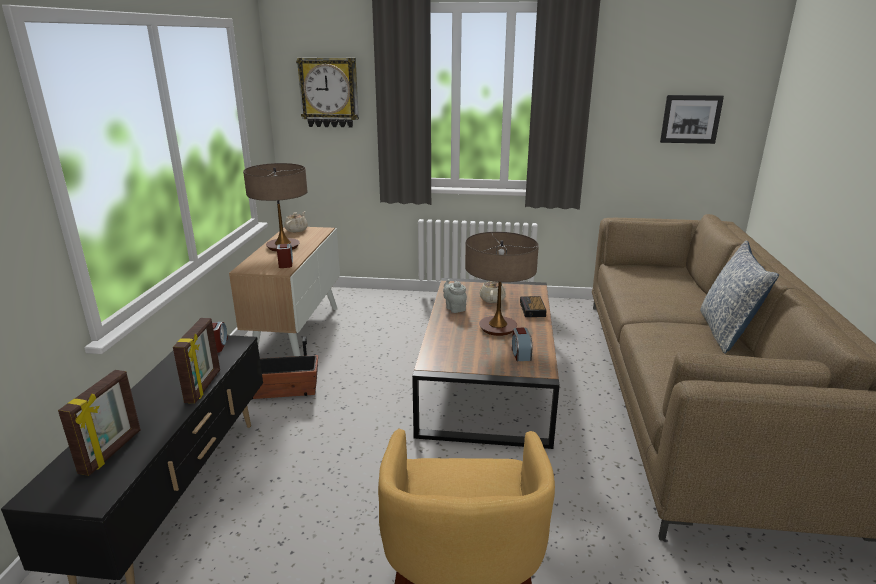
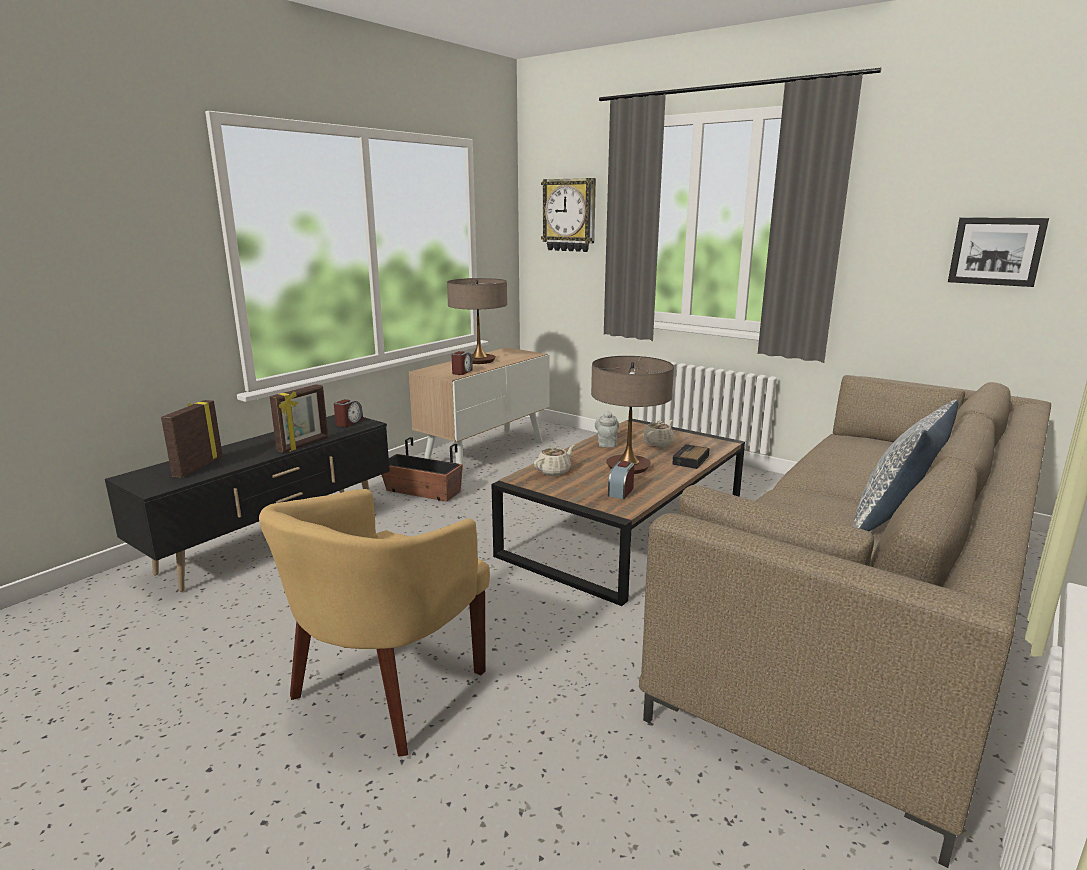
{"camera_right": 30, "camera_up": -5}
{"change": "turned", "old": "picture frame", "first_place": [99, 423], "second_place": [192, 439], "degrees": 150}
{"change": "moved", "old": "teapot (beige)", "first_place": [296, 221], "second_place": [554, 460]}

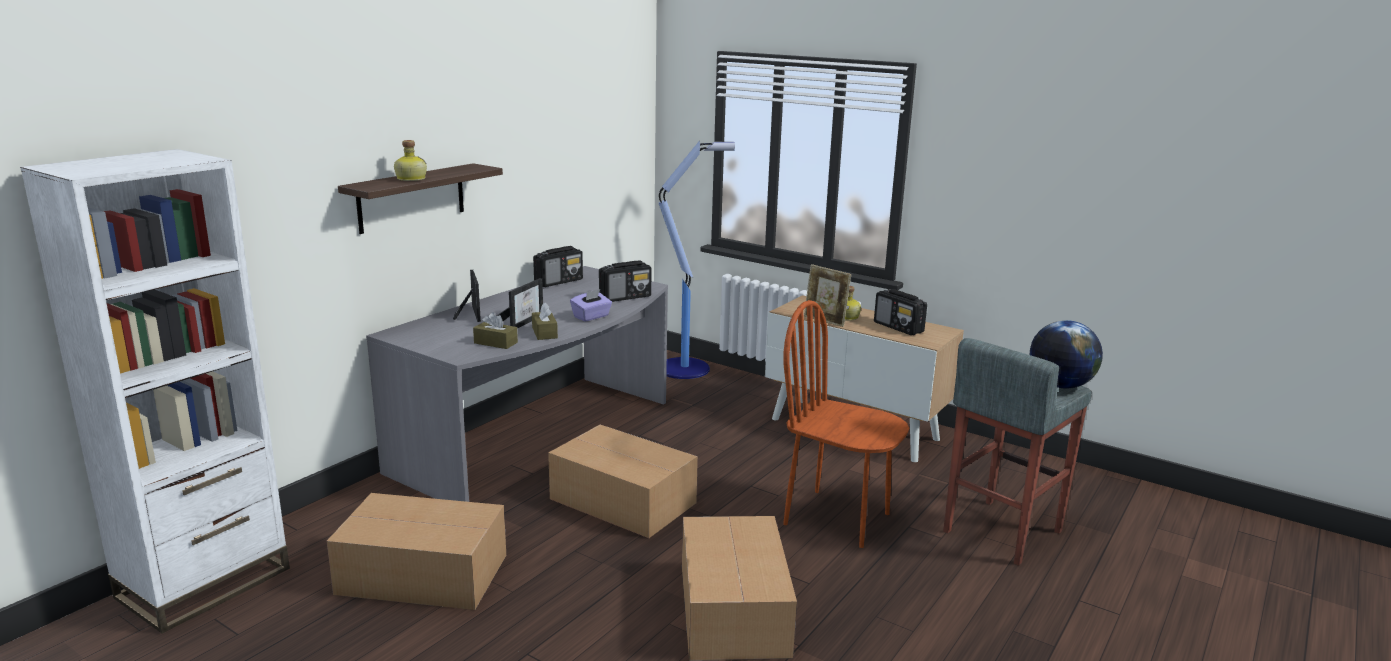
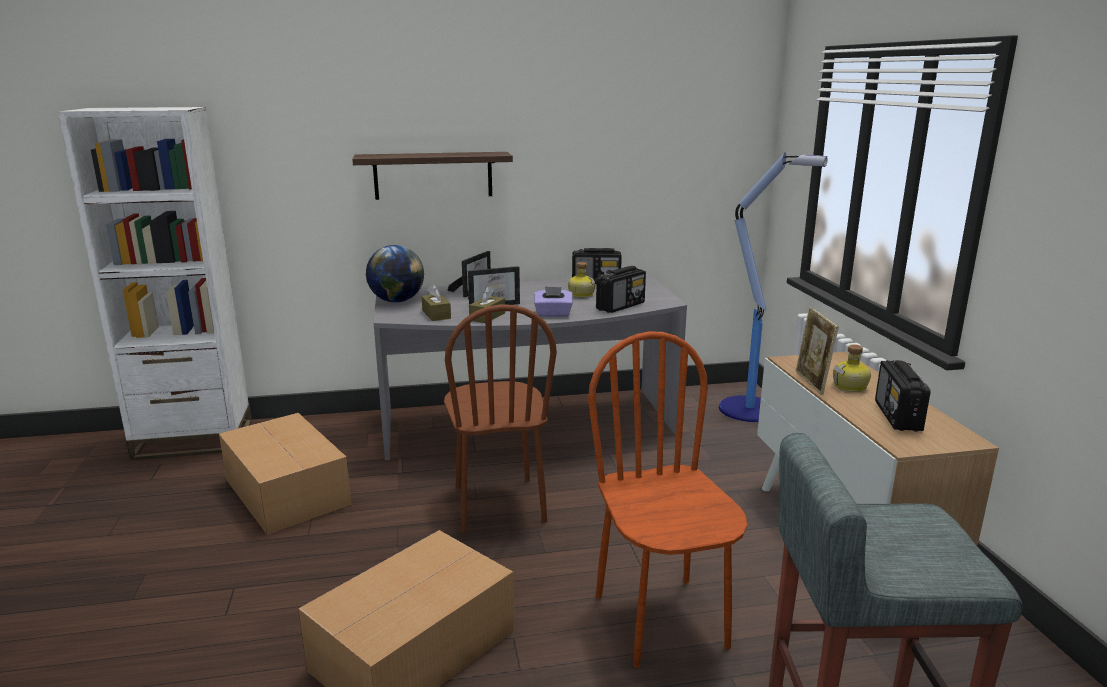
{"camera_right": 45, "camera_up": 0}
{"change": "moved", "old": "bottle", "first_place": [410, 160], "second_place": [581, 280]}
{"change": "replaced", "old": "cardboard box", "new": "chair (brown)", "first_place": [623, 481], "second_place": [500, 418]}
{"change": "turned", "old": "radio", "first_place": [625, 281], "second_place": [621, 289], "degrees": -60}
{"change": "moved", "old": "globe", "first_place": [1066, 354], "second_place": [395, 273]}

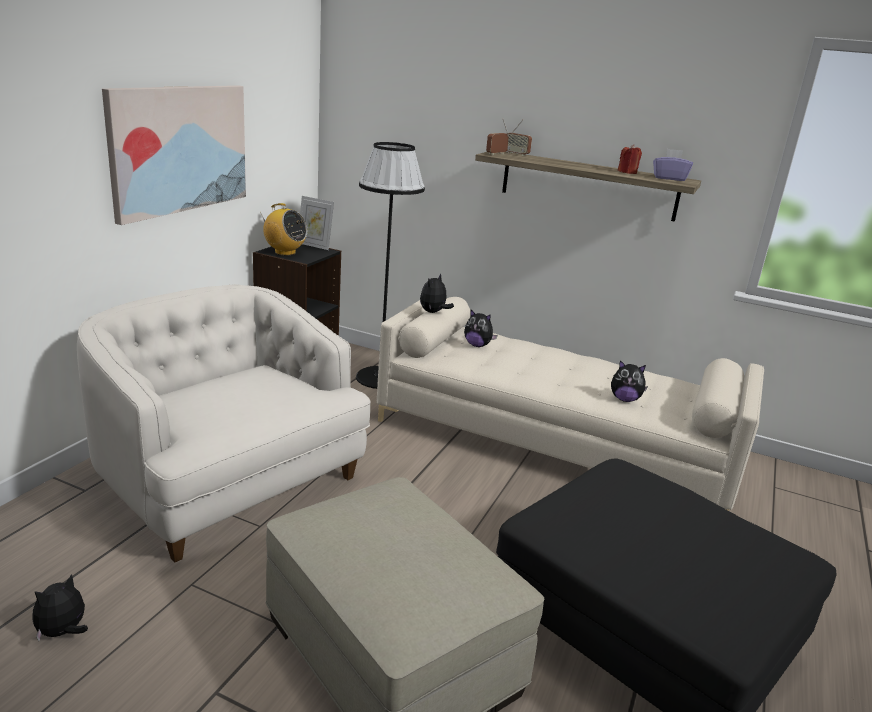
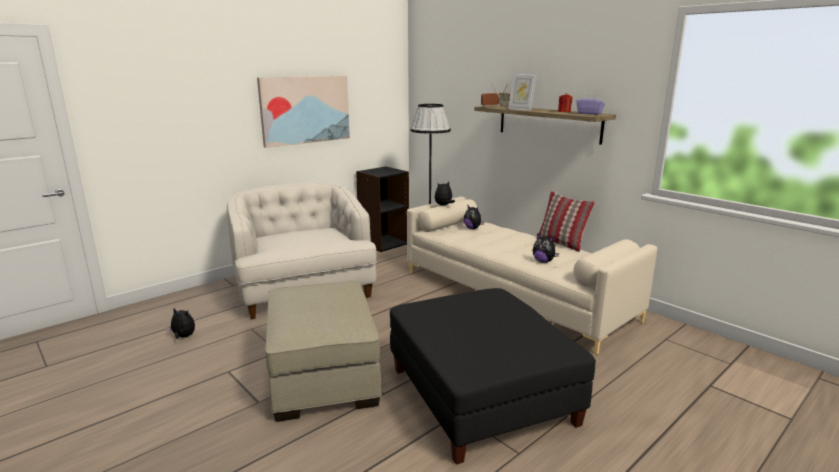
{"camera_right": 25, "camera_up": -5}
{"change": "turned", "old": "plush toy", "first_place": [60, 607], "second_place": [181, 323], "degrees": 45}
{"change": "removed", "old": "radio", "first_place": [283, 229]}
{"change": "moved", "old": "picture frame", "first_place": [317, 223], "second_place": [522, 91]}
{"change": "added", "new": "pillow", "second_place": [566, 221]}

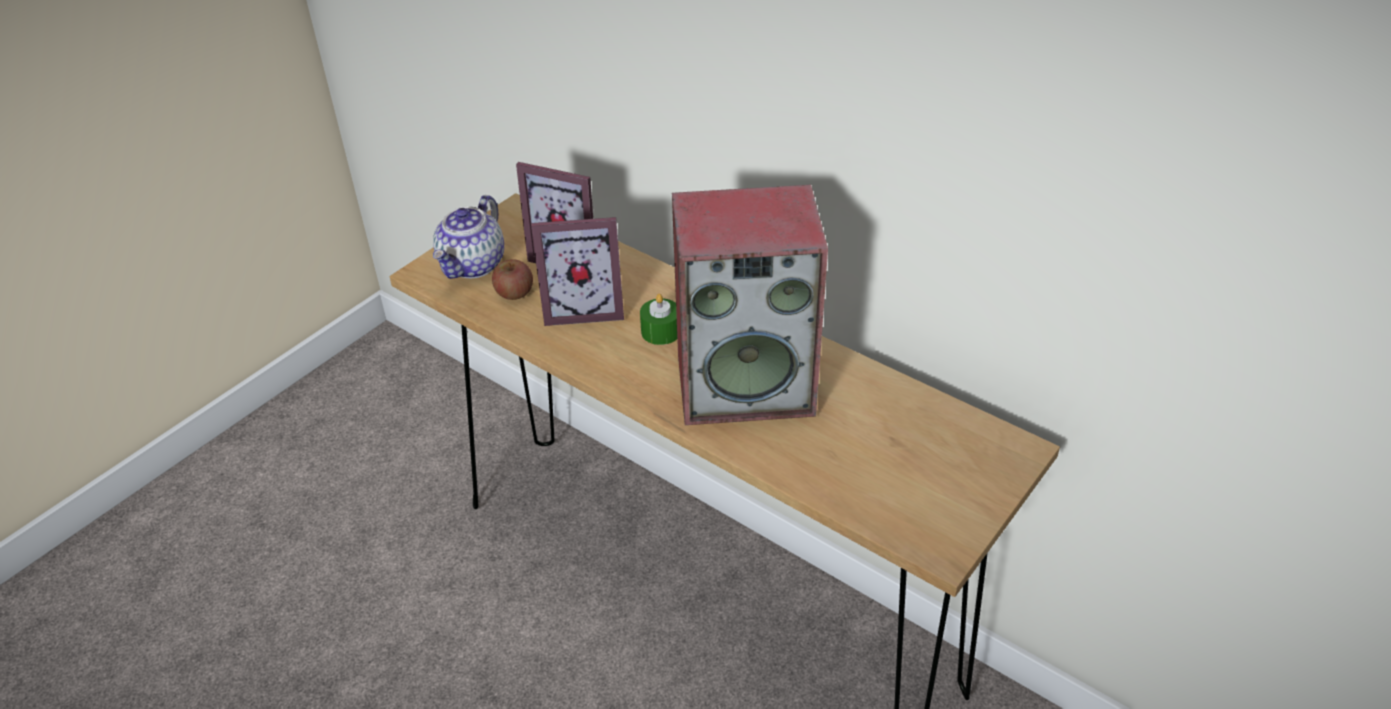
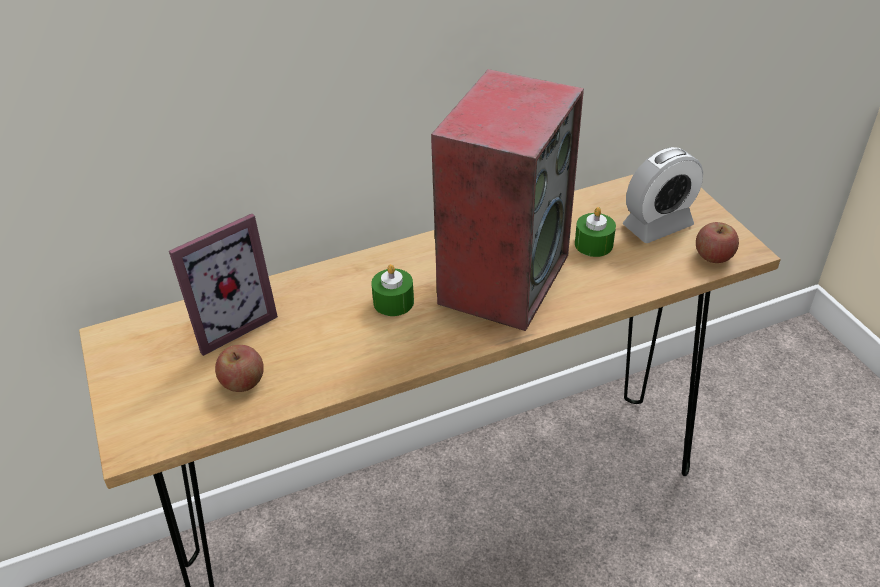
{"camera_right": -60, "camera_up": 0}
{"change": "removed", "old": "teapot", "first_place": [468, 237]}
{"change": "removed", "old": "picture frame", "first_place": [577, 271]}
{"change": "added", "new": "candle (green)", "second_place": [595, 232]}
{"change": "added", "new": "alarm clock", "second_place": [663, 195]}
{"change": "added", "new": "apple", "second_place": [717, 242]}

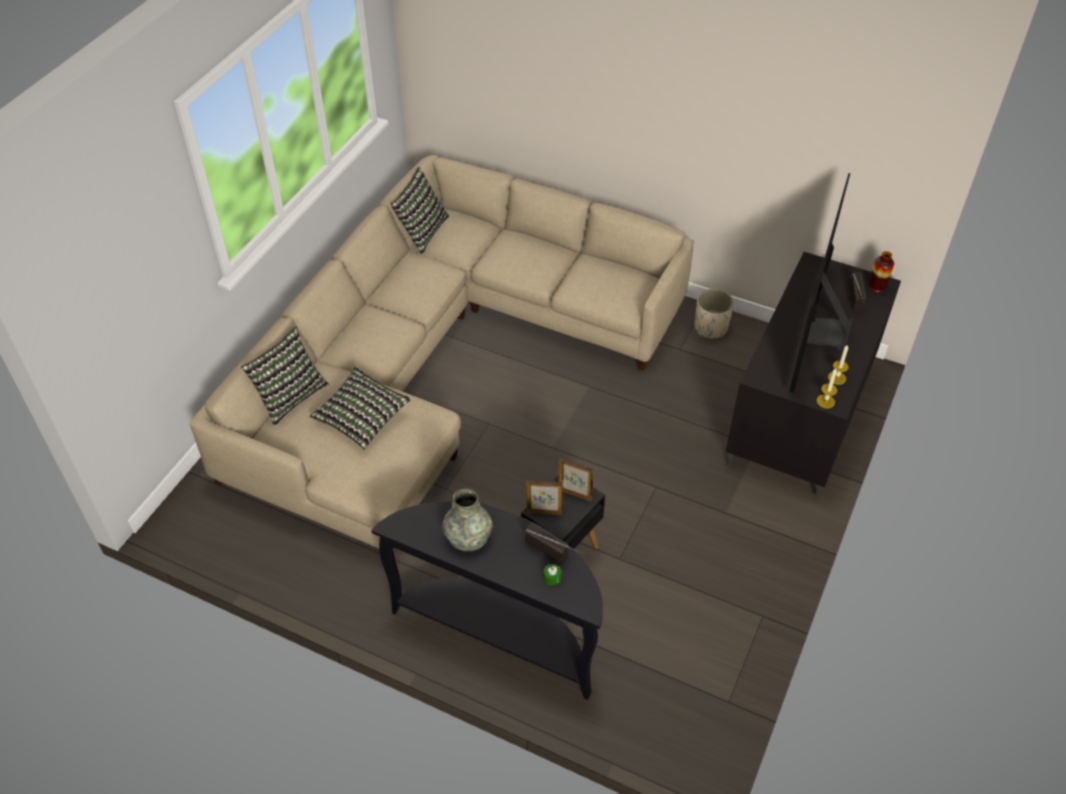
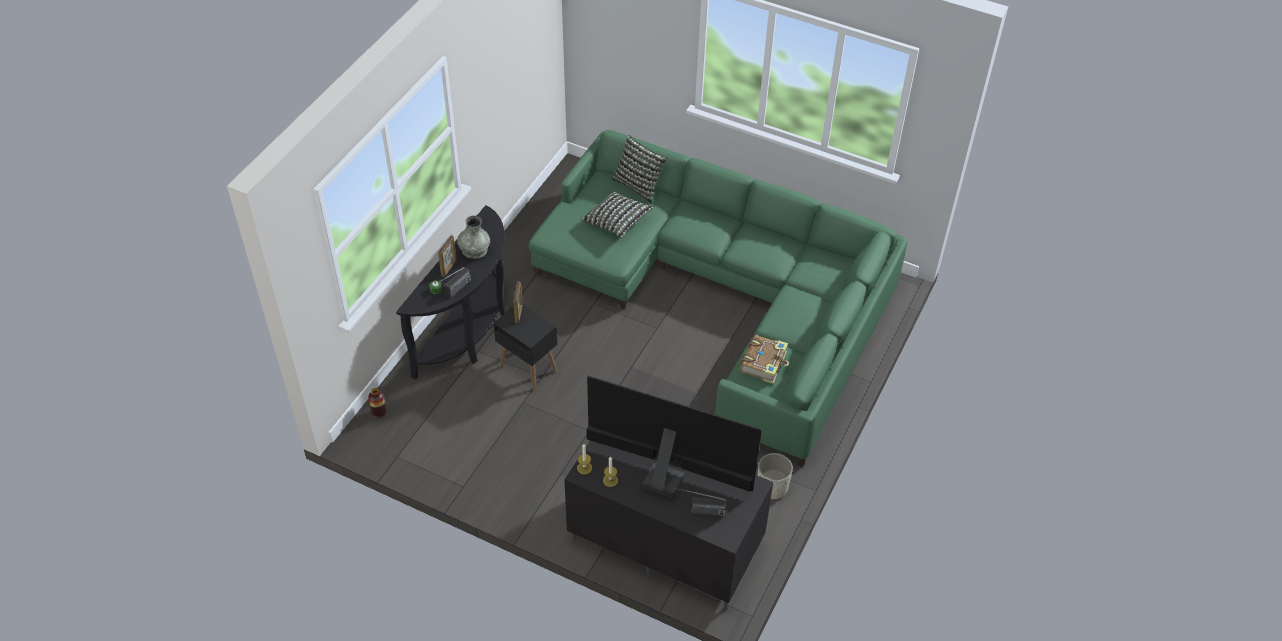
{"camera_right": 90, "camera_up": 0}
{"change": "recoloured", "old": "sofa (beige)", "new": "sofa (green)", "first_place": [441, 351], "second_place": [718, 298]}
{"change": "removed", "old": "pillow", "first_place": [419, 210]}
{"change": "moved", "old": "picture frame", "first_place": [576, 479], "second_place": [447, 256]}
{"change": "moved", "old": "vase", "first_place": [881, 272], "second_place": [377, 403]}
{"change": "added", "new": "book", "second_place": [764, 359]}

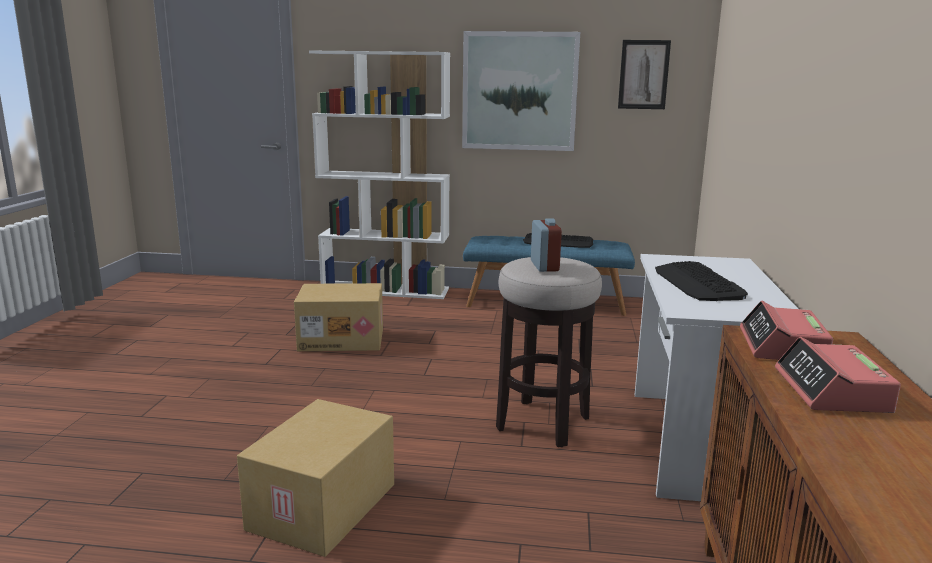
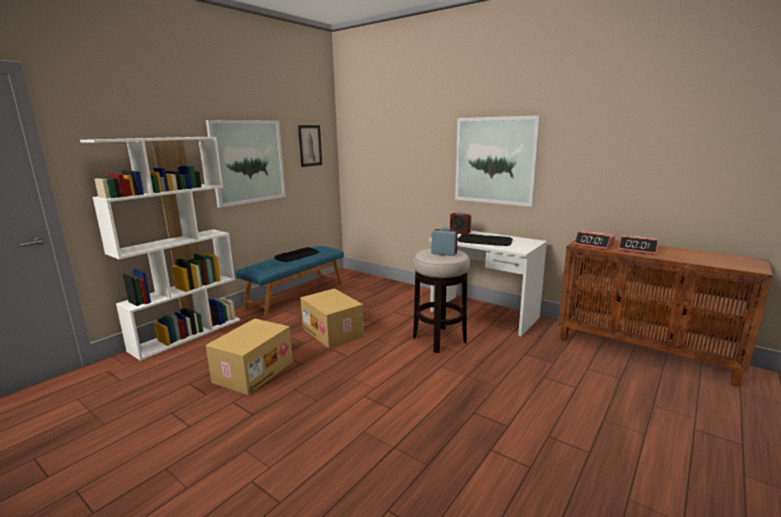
{"camera_right": -60, "camera_up": 0}
{"change": "moved", "old": "cardboard box", "first_place": [315, 478], "second_place": [332, 318]}
{"change": "added", "new": "alarm clock", "second_place": [461, 223]}
{"change": "added", "new": "picture", "second_place": [498, 161]}

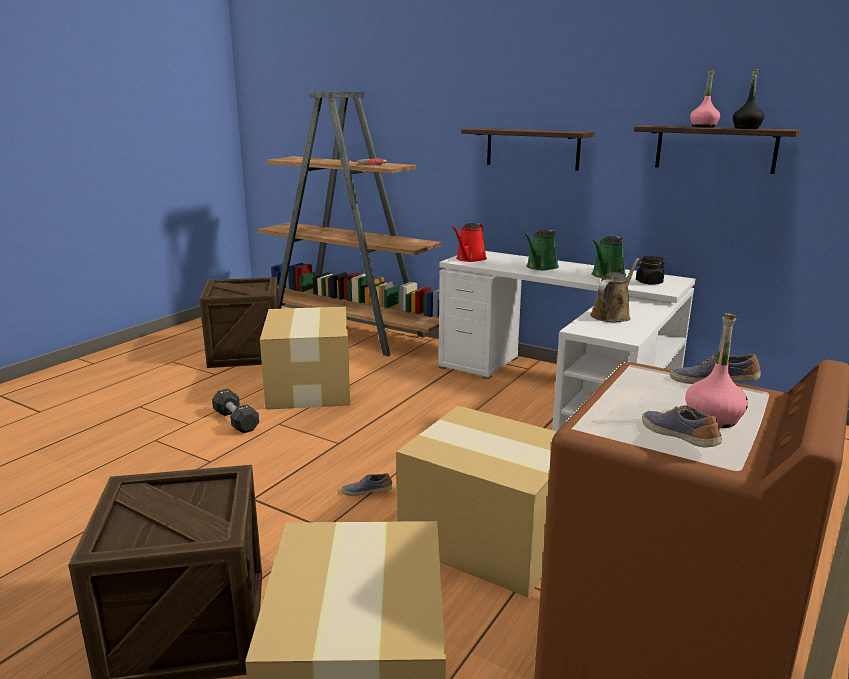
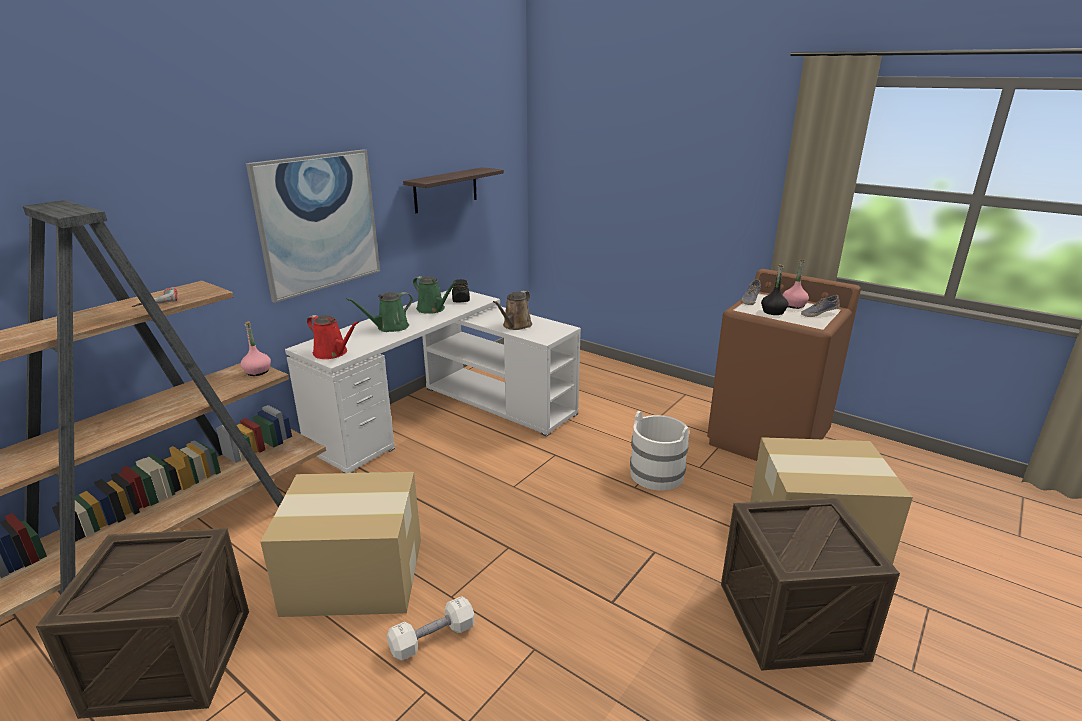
{"camera_right": -85, "camera_up": 5}
{"change": "recoloured", "old": "dumbbell (black)", "new": "dumbbell (white)", "first_place": [235, 411], "second_place": [431, 628]}
{"change": "removed", "old": "shoe", "first_place": [367, 484]}
{"change": "replaced", "old": "cardboard box", "new": "bucket (white)", "first_place": [476, 501], "second_place": [659, 450]}
{"change": "replaced", "old": "shelf", "new": "picture", "first_place": [528, 149], "second_place": [313, 226]}
{"change": "turned", "old": "watering can (green)", "first_place": [541, 250], "second_place": [379, 312], "degrees": 105}
{"change": "turned", "old": "watering can (brown)", "first_place": [615, 290], "second_place": [512, 310], "degrees": -105}
{"change": "moved", "old": "bottle (pink)", "first_place": [705, 98], "second_place": [256, 348]}
{"change": "moved", "old": "bottle (black)", "first_place": [748, 99], "second_place": [774, 289]}

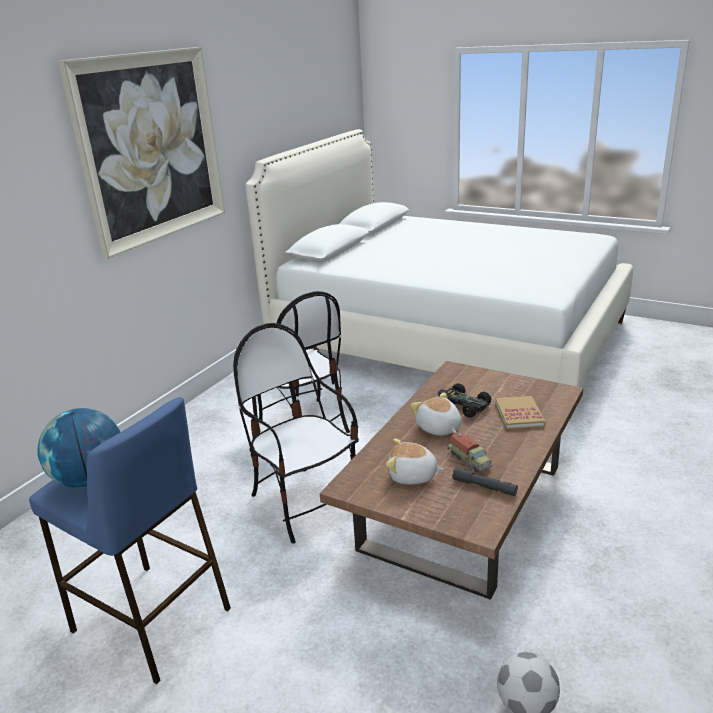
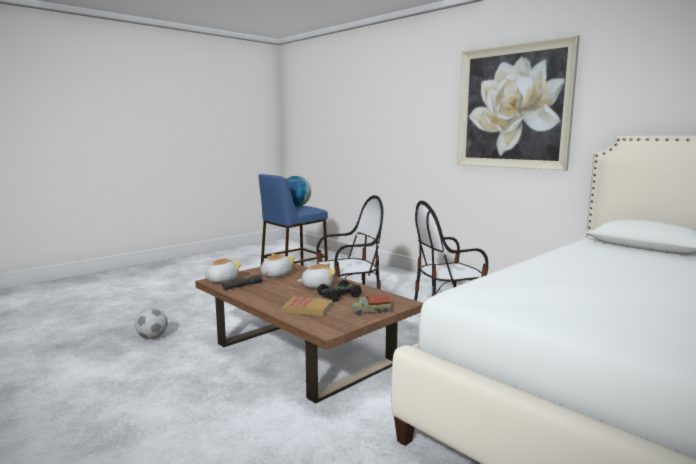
{"camera_right": 105, "camera_up": -15}
{"change": "moved", "old": "toy truck", "first_place": [470, 452], "second_place": [371, 304]}
{"change": "added", "new": "plush toy", "second_place": [223, 270]}

